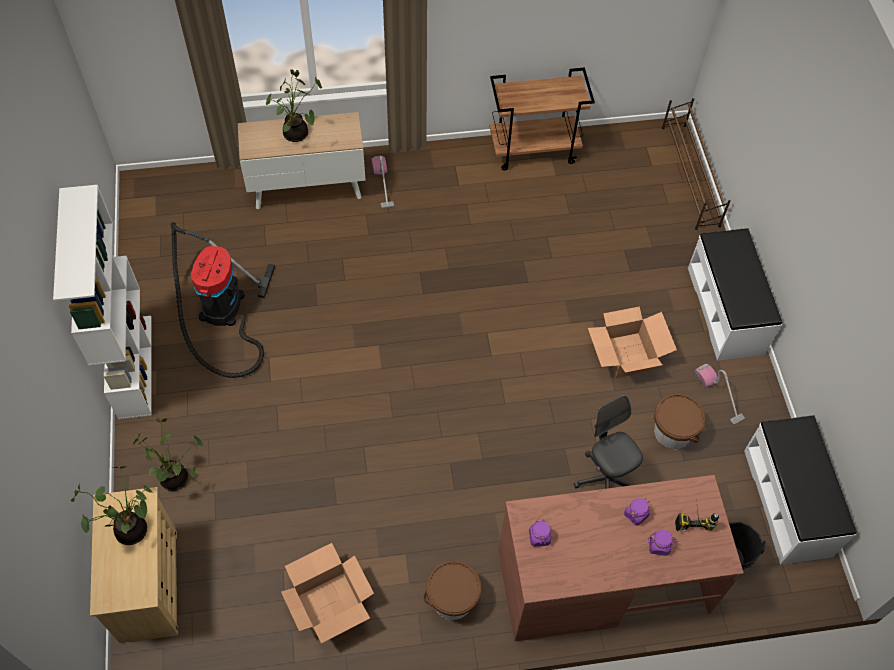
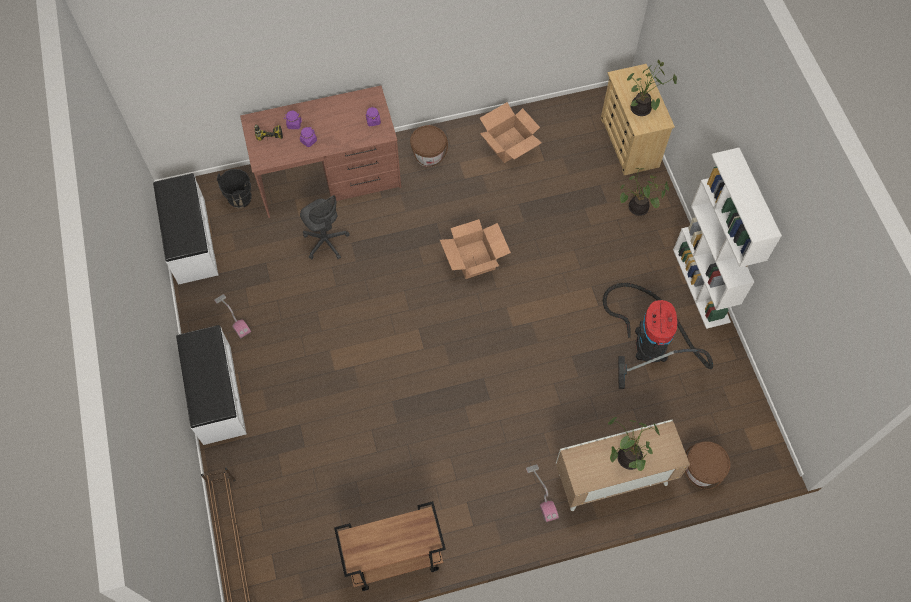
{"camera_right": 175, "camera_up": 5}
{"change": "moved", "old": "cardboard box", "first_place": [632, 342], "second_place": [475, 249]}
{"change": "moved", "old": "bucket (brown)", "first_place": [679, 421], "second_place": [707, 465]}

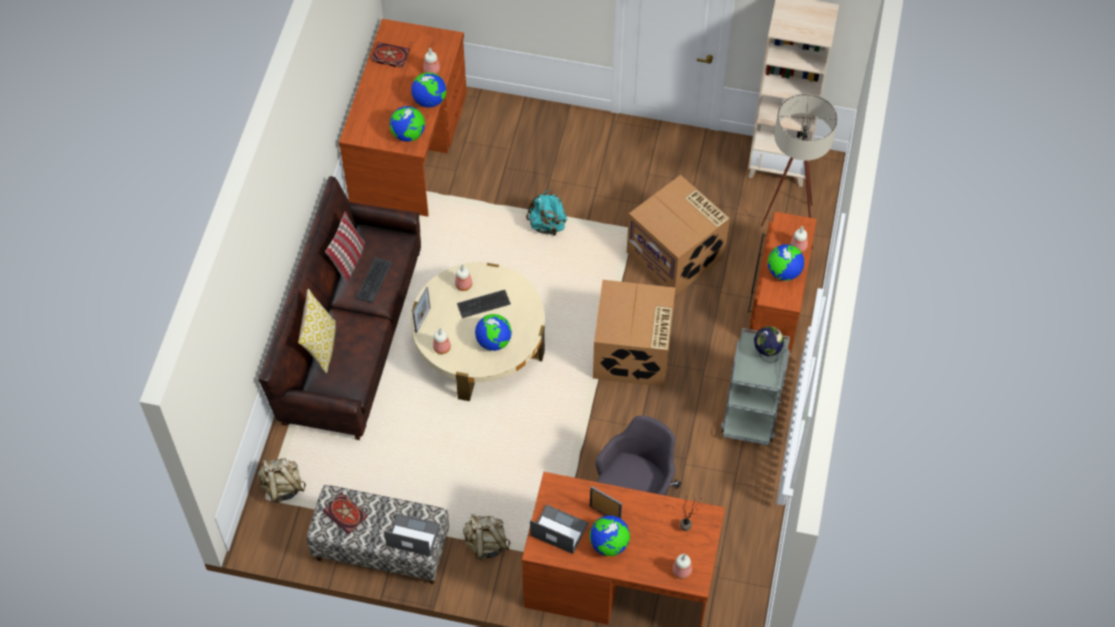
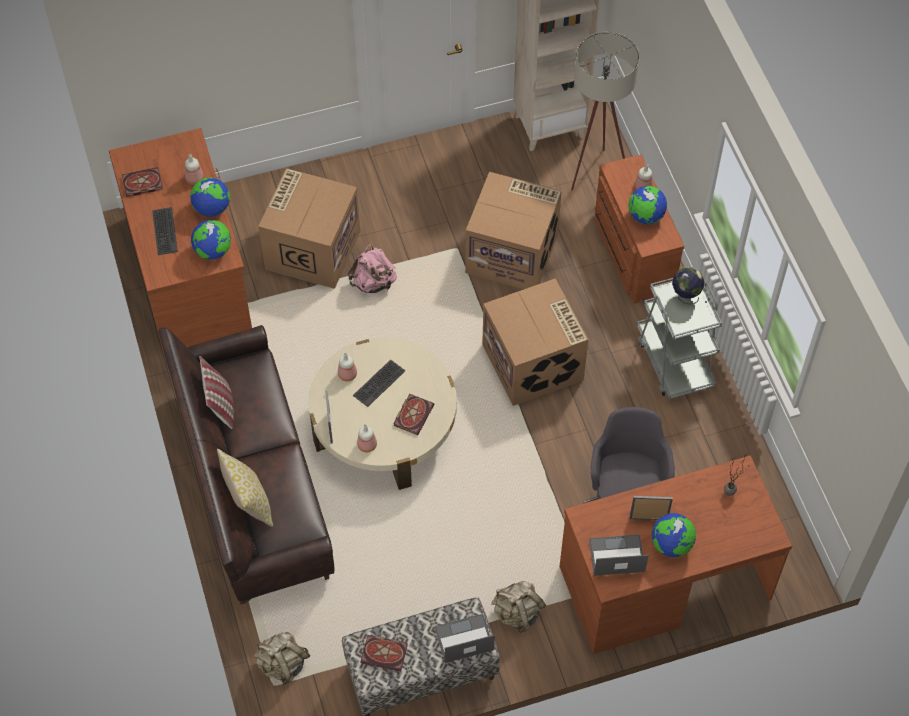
{"camera_right": -30, "camera_up": 0}
{"change": "moved", "old": "keyboard", "first_place": [374, 280], "second_place": [165, 231]}
{"change": "replaced", "old": "globe", "new": "book", "first_place": [493, 332], "second_place": [413, 414]}
{"change": "recoloured", "old": "backpack (turquoise)", "new": "backpack (pink)", "first_place": [546, 213], "second_place": [372, 268]}
{"change": "removed", "old": "bottle", "first_place": [682, 566]}
{"change": "added", "new": "cardboard box", "second_place": [309, 228]}

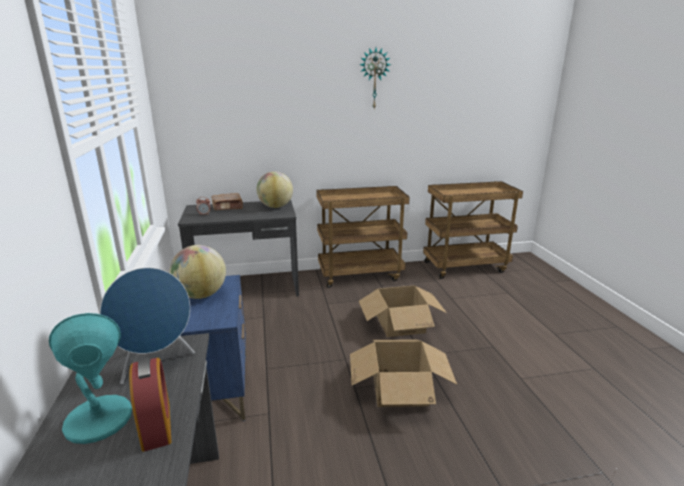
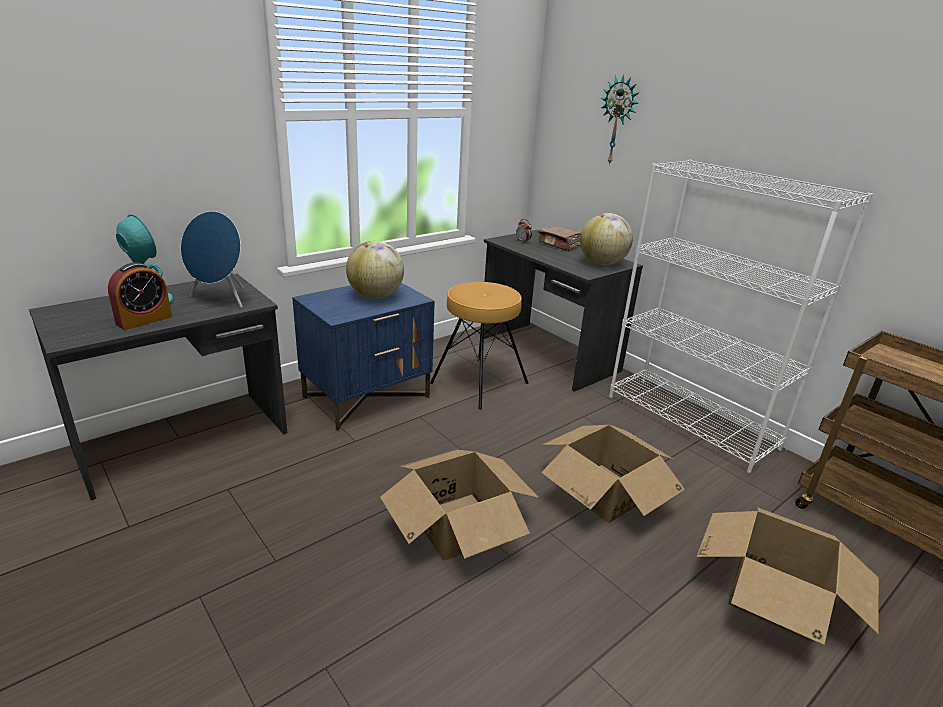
{"camera_right": 60, "camera_up": 5}
{"change": "replaced", "old": "cart (brown)", "new": "bookcase (white)", "first_place": [363, 237], "second_place": [741, 316]}
{"change": "moved", "old": "wall clock", "first_place": [375, 78], "second_place": [619, 119]}
{"change": "added", "new": "stool (brown)", "second_place": [479, 346]}
{"change": "added", "new": "cardboard box", "second_place": [788, 576]}

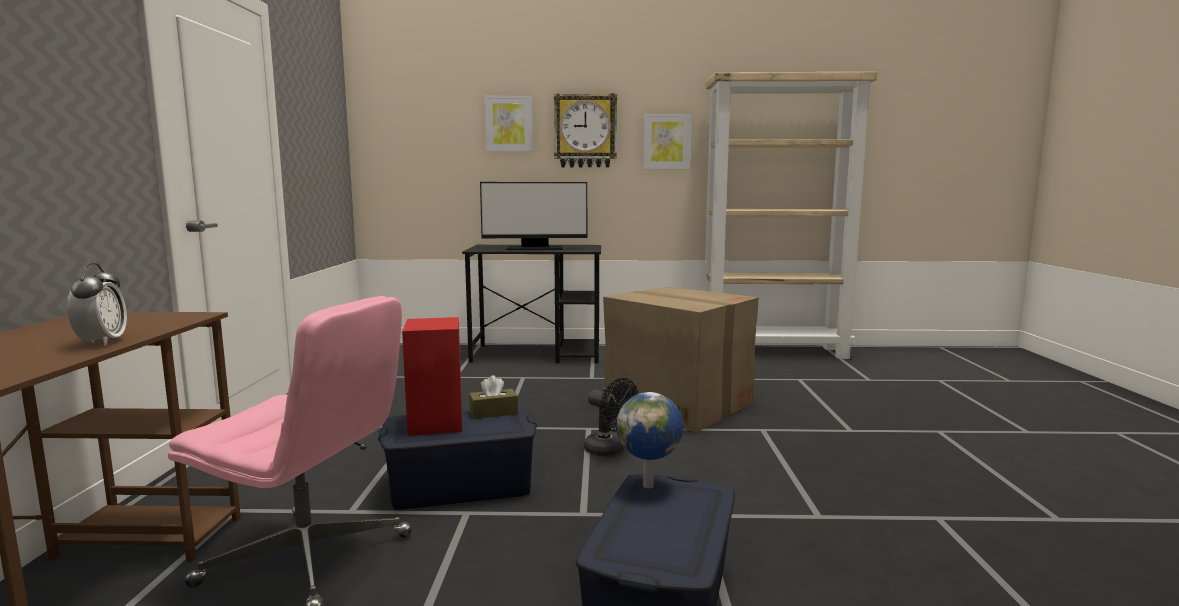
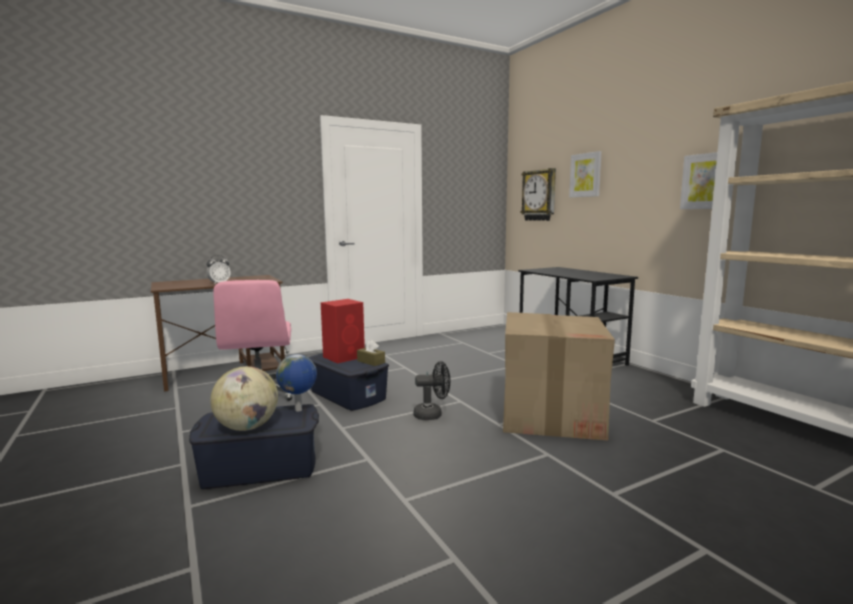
{"camera_right": 60, "camera_up": 0}
{"change": "removed", "old": "monitor", "first_place": [533, 216]}
{"change": "moved", "old": "wall clock", "first_place": [585, 130], "second_place": [538, 194]}
{"change": "turned", "old": "fan (black)", "first_place": [611, 417], "second_place": [432, 390], "degrees": -105}
{"change": "added", "new": "globe", "second_place": [244, 398]}

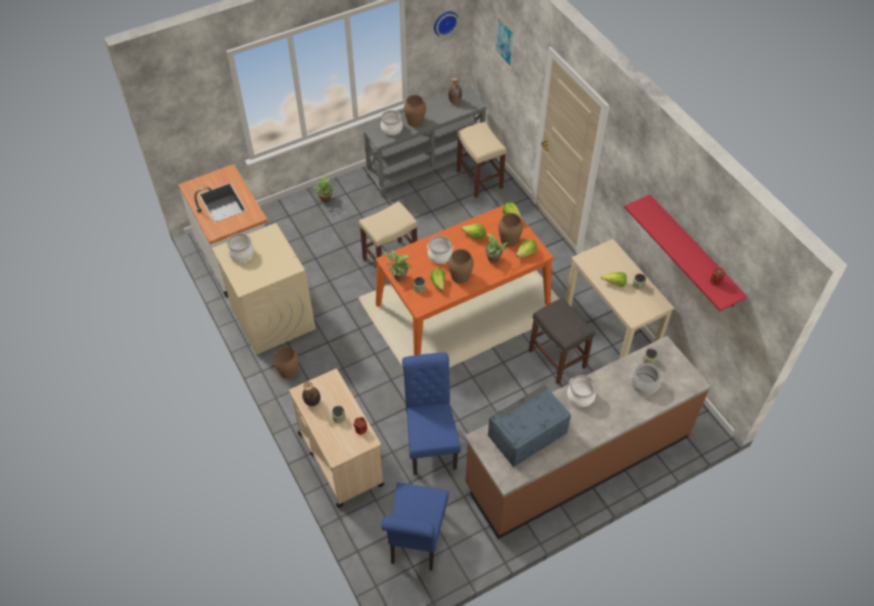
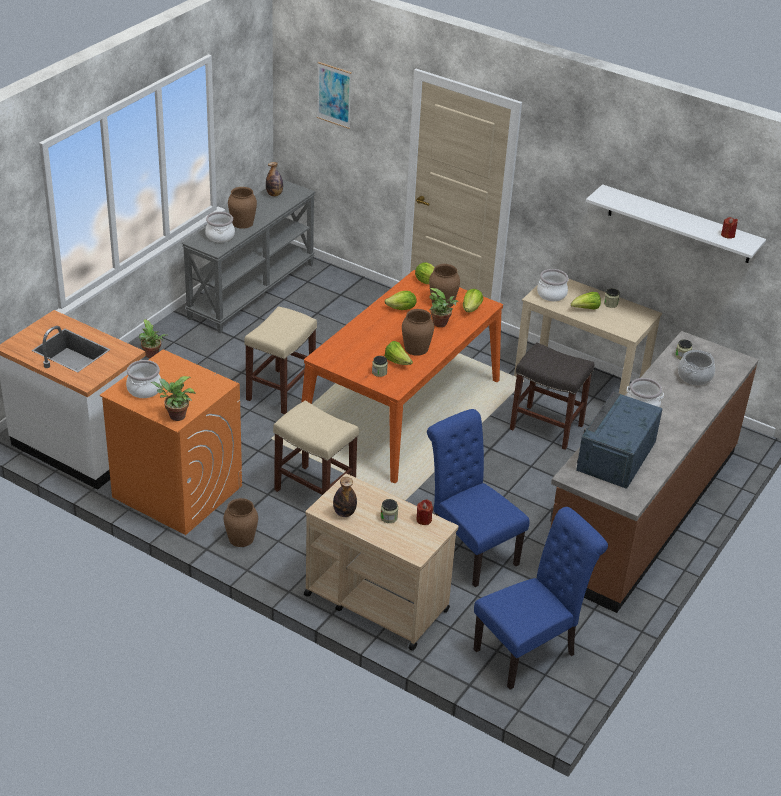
{"camera_right": -30, "camera_up": -15}
{"change": "recoloured", "old": "washing machine (beige)", "new": "washing machine (orange)", "first_place": [264, 289], "second_place": [171, 442]}
{"change": "turned", "old": "chair (blue)", "first_place": [415, 527], "second_place": [541, 598], "degrees": -105}
{"change": "moved", "old": "potted plant", "first_place": [398, 265], "second_place": [172, 398]}
{"change": "moved", "old": "cooking pot", "first_place": [440, 250], "second_place": [553, 285]}
{"change": "removed", "old": "wall clock", "first_place": [446, 24]}
{"change": "moved", "old": "stool (beige)", "first_place": [482, 160], "second_place": [316, 448]}
{"change": "recoloured", "old": "shelf (red)", "new": "shelf (white)", "first_place": [685, 253], "second_place": [676, 223]}

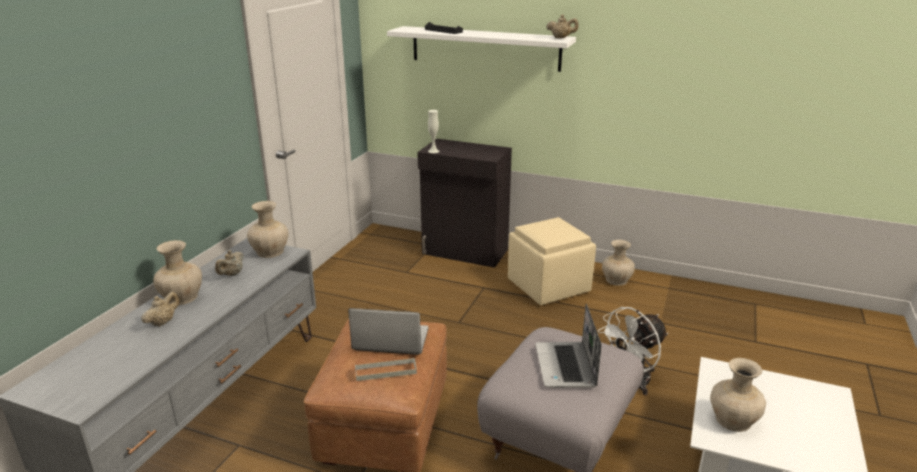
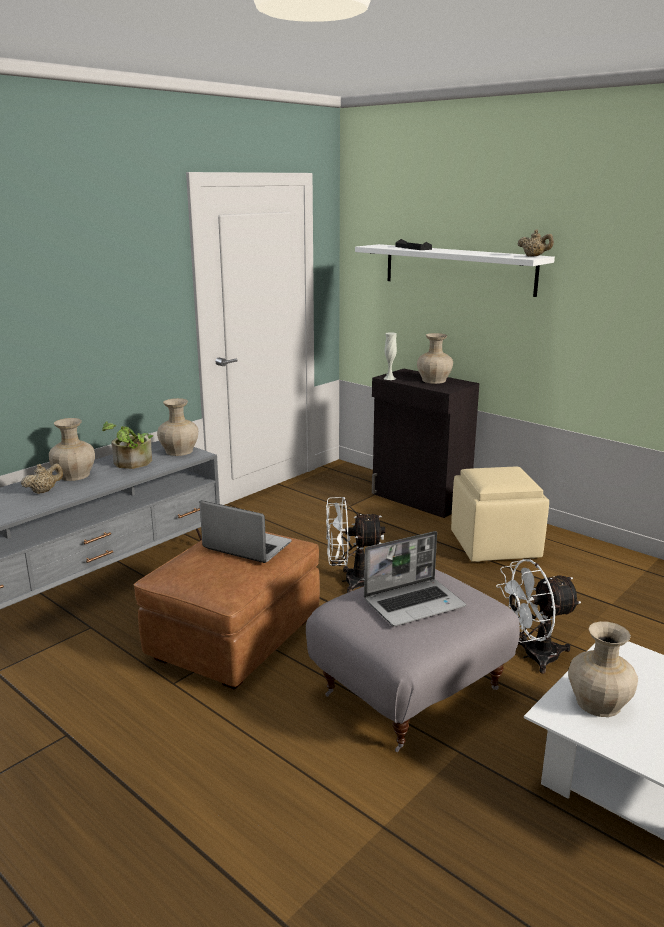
{"camera_right": 20, "camera_up": -5}
{"change": "replaced", "old": "teapot (beige)", "new": "potted plant", "first_place": [229, 263], "second_place": [127, 445]}
{"change": "removed", "old": "tray (grey)", "first_place": [386, 369]}
{"change": "turned", "old": "laptop", "first_place": [568, 346], "second_place": [415, 578], "degrees": -135}
{"change": "moved", "old": "vase (beige)", "first_place": [618, 263], "second_place": [435, 358]}
{"change": "added", "new": "fan (white)", "second_place": [355, 545]}

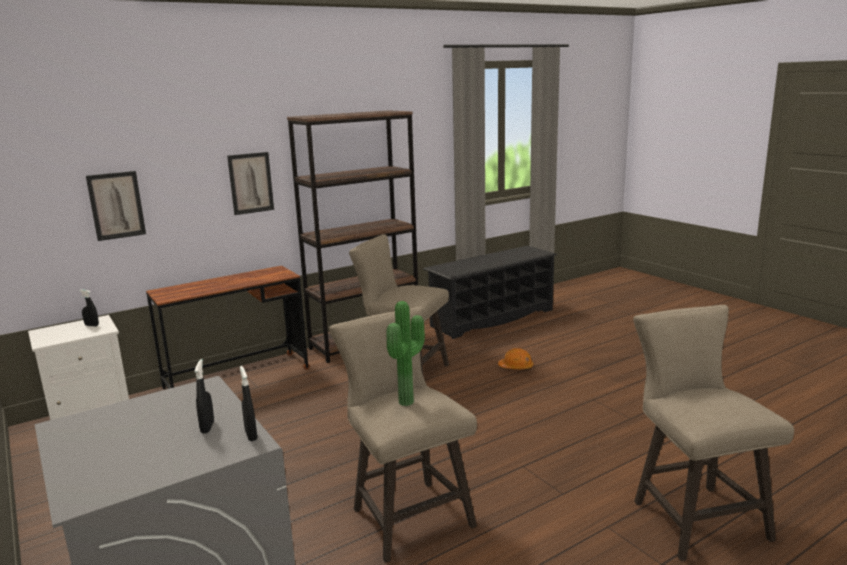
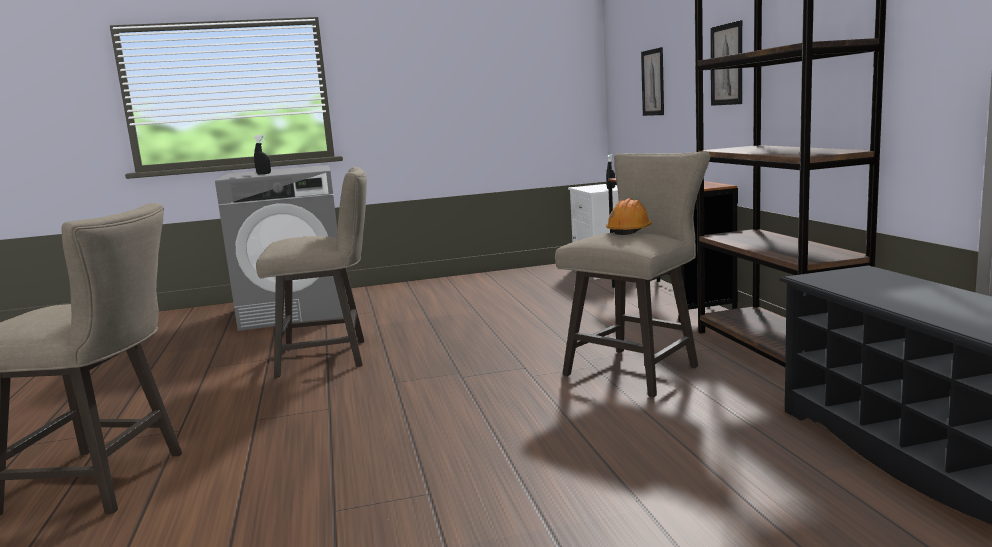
{"camera_right": 110, "camera_up": -5}
{"change": "removed", "old": "spray bottle (black)", "first_place": [249, 403]}
{"change": "removed", "old": "potted plant", "first_place": [406, 353]}
{"change": "moved", "old": "hard hat (orange)", "first_place": [516, 359], "second_place": [629, 216]}

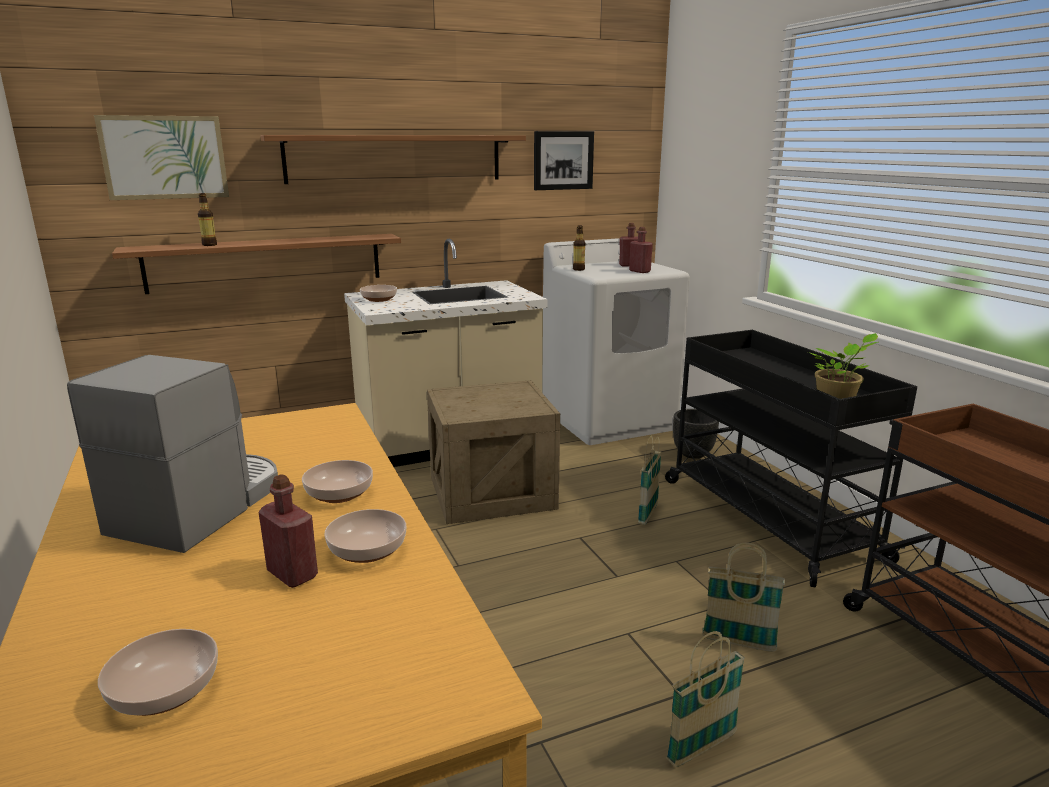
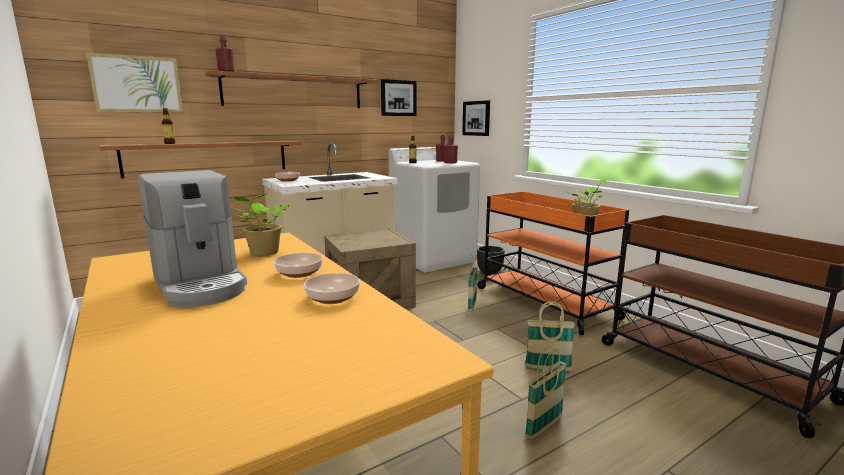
{"camera_right": -10, "camera_up": -5}
{"change": "turned", "old": "coffee machine", "first_place": [172, 454], "second_place": [192, 238], "degrees": 135}
{"change": "removed", "old": "bowl", "first_place": [158, 672]}
{"change": "moved", "old": "bottle (red)", "first_place": [288, 531], "second_place": [225, 54]}
{"change": "recoloured", "old": "cart (black)", "new": "cart (orange)", "first_place": [791, 458], "second_place": [553, 263]}
{"change": "added", "new": "potted plant", "second_place": [261, 225]}
{"change": "added", "new": "picture", "second_place": [476, 118]}

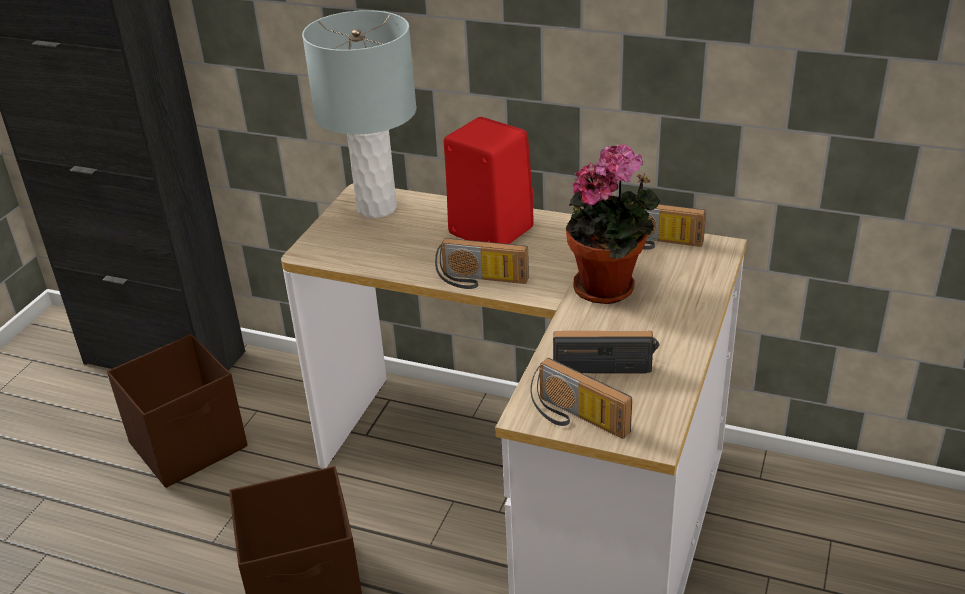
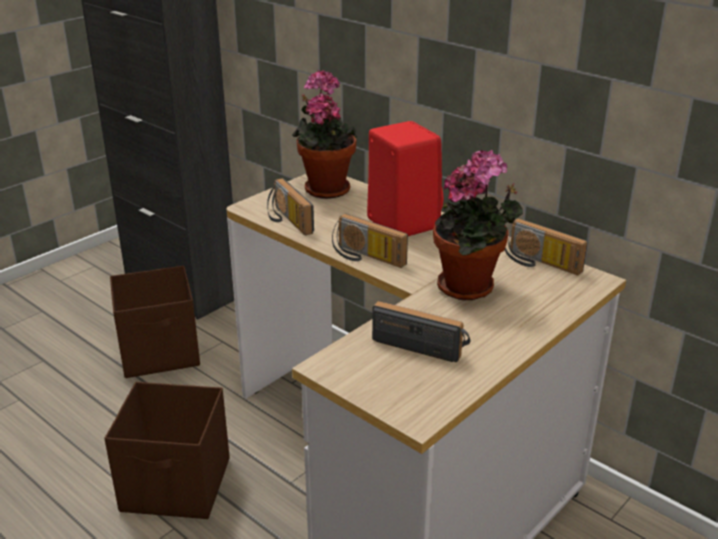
{"camera_right": 20, "camera_up": -5}
{"change": "replaced", "old": "table lamp (grey)", "new": "potted plant", "first_place": [359, 114], "second_place": [325, 134]}
{"change": "moved", "old": "radio", "first_place": [581, 398], "second_place": [290, 207]}

